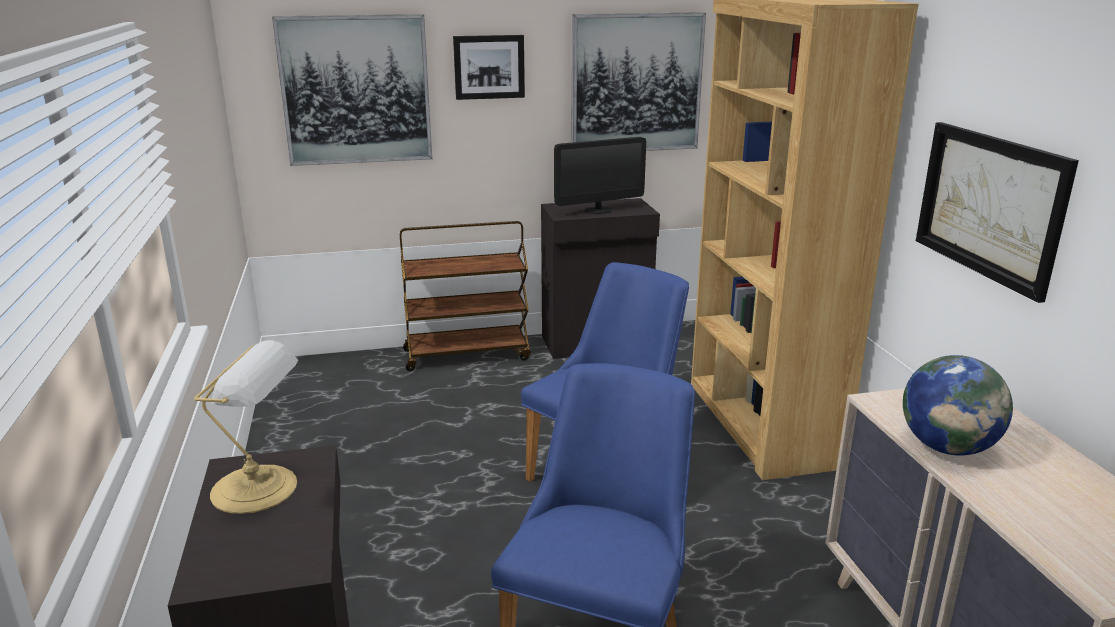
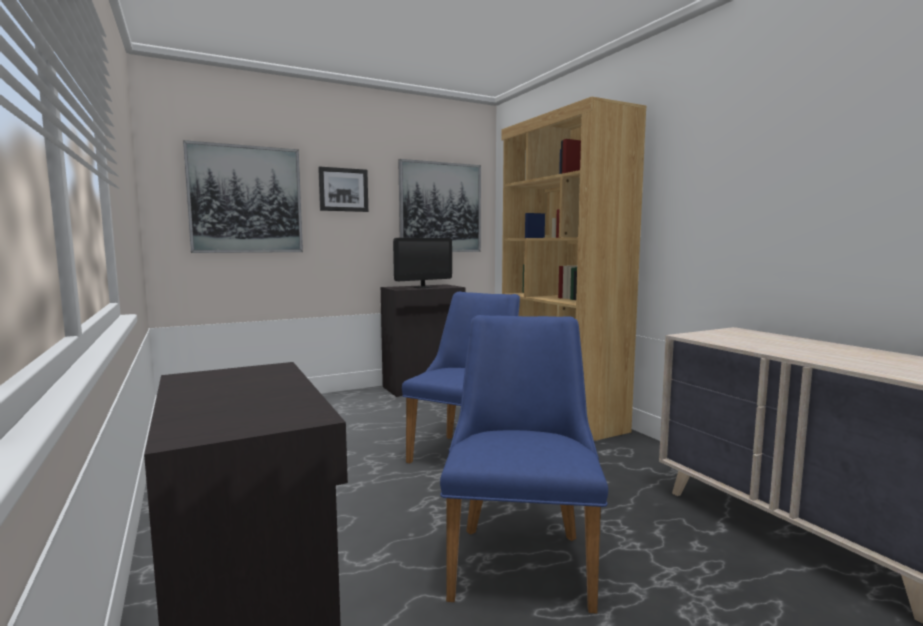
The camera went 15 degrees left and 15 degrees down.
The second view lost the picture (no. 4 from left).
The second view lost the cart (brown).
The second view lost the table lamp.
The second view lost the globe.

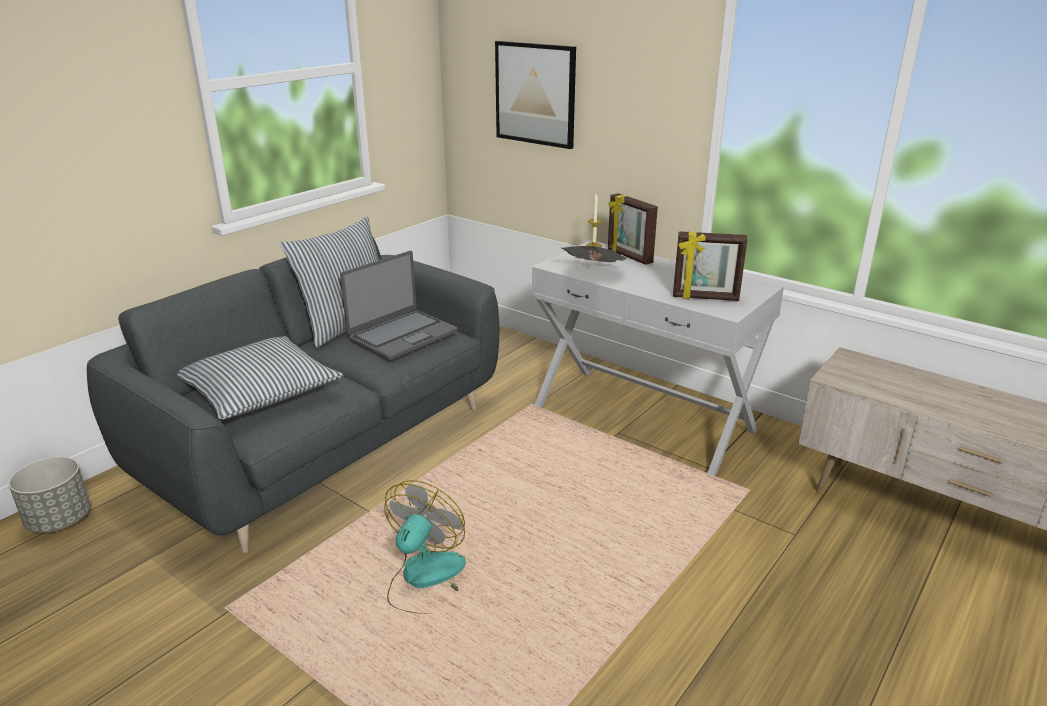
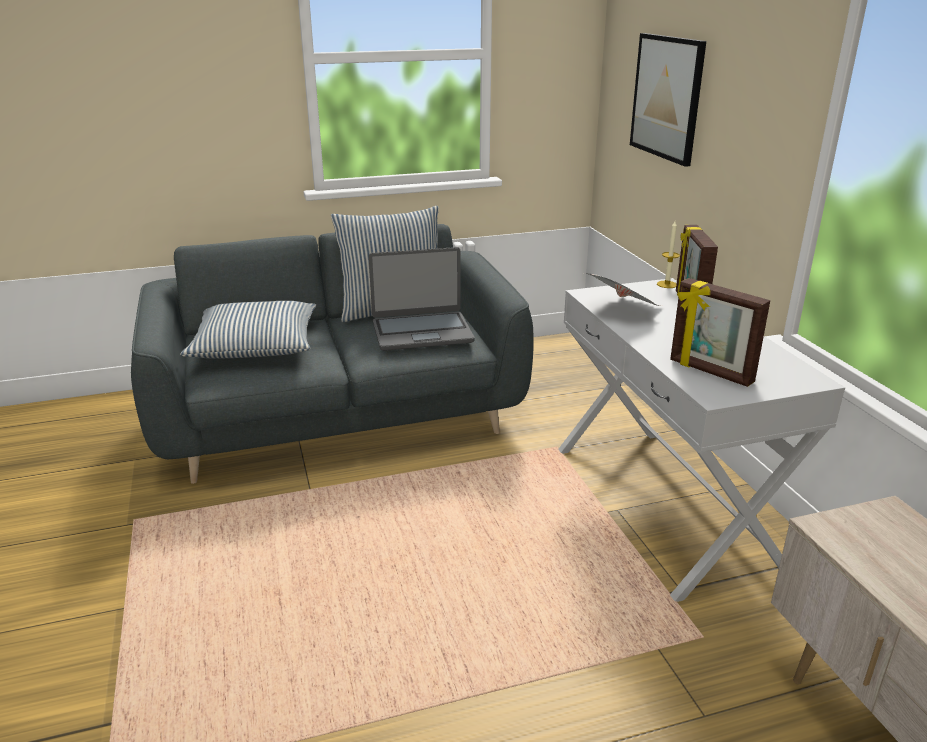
The camera went 35 degrees right and 0 degrees up.
The second view lost the planter (grey).
The second view lost the fan.

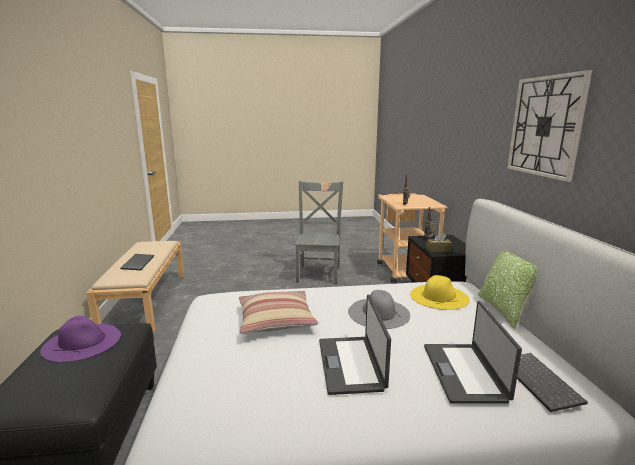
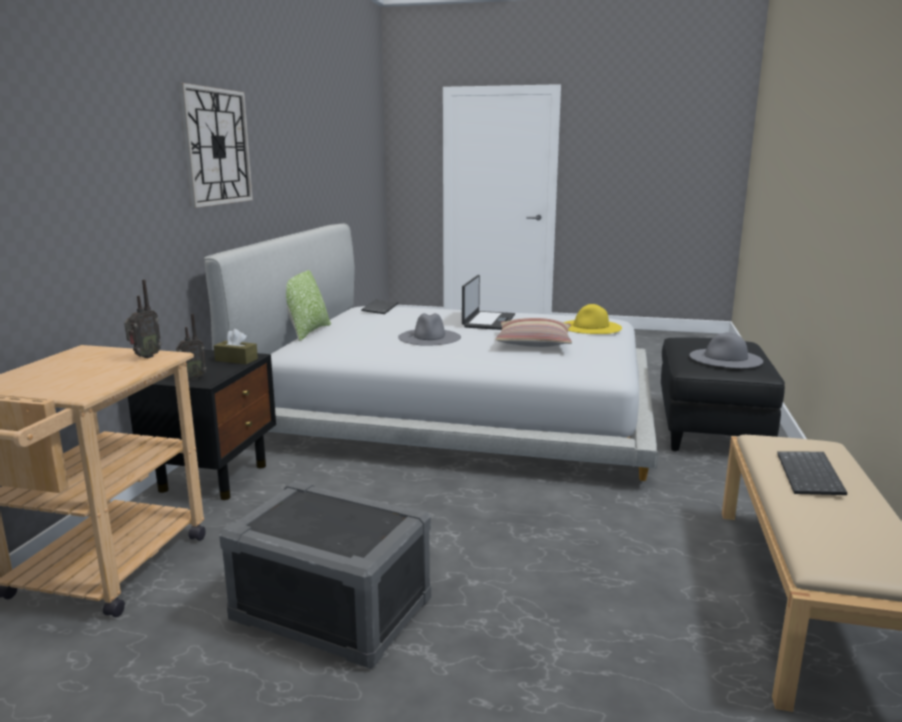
The camera went 160 degrees left and 0 degrees up.
Where the chair (grey) stood, the storage box (grey) came to stand.
The hat (yellow) ended up elsewhere.
The second view lost the laptop (no. 2 from left).
What was the hat (purple) turned into the hat (grey) (no. 2 from left).

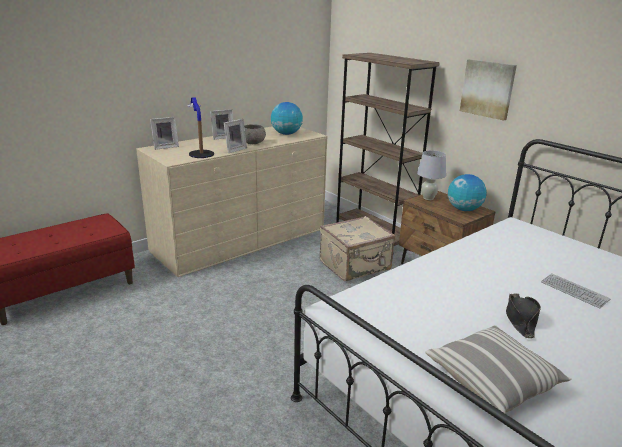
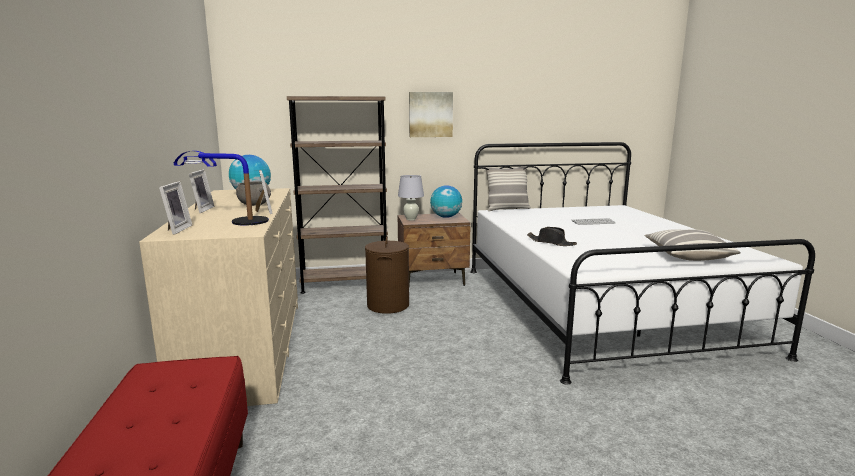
The camera went 60 degrees left and 10 degrees down.
Where the suitcase (beige) stood, the laundry basket (brown) came to stand.
The hat (black) ended up elsewhere.
The second view gained the pillow (no. 1 from left).

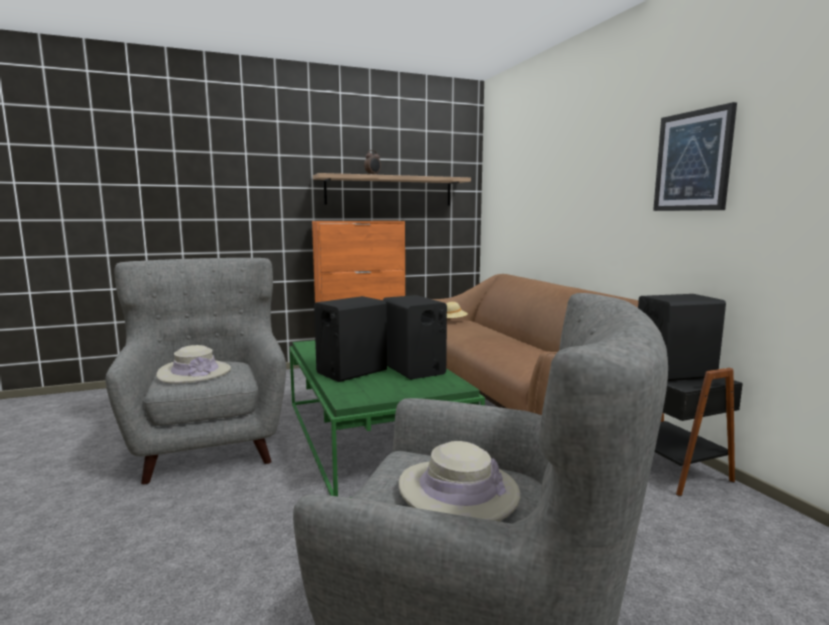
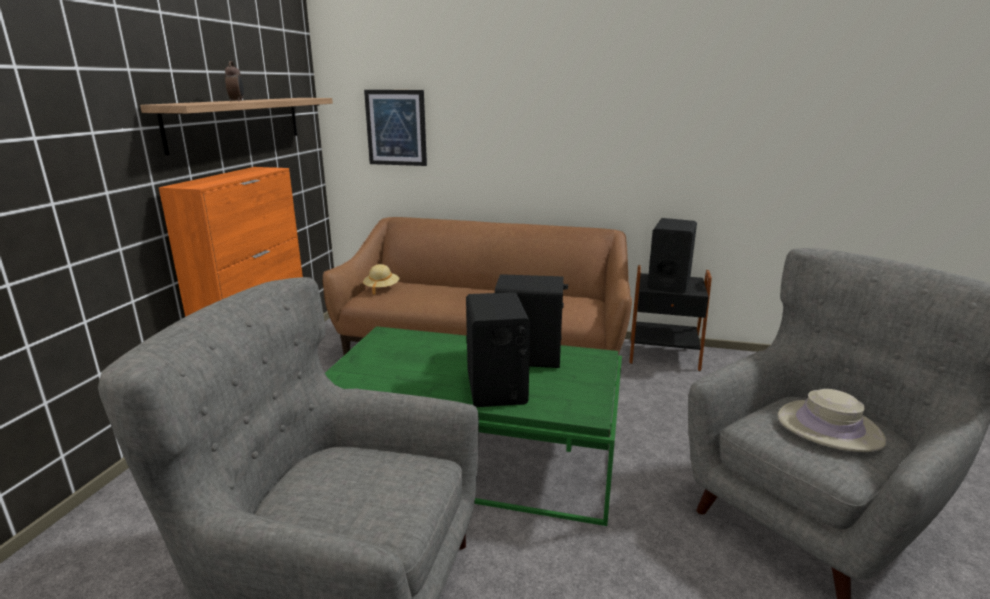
The camera went 55 degrees left and 10 degrees up.
The picture ended up elsewhere.
The second view lost the hat (beige) (no. 1 from left).

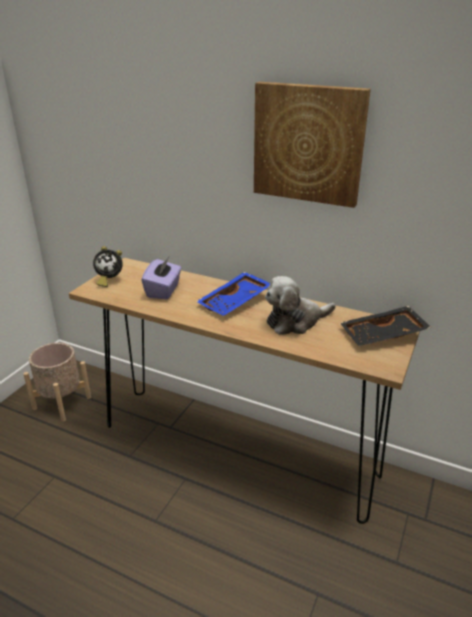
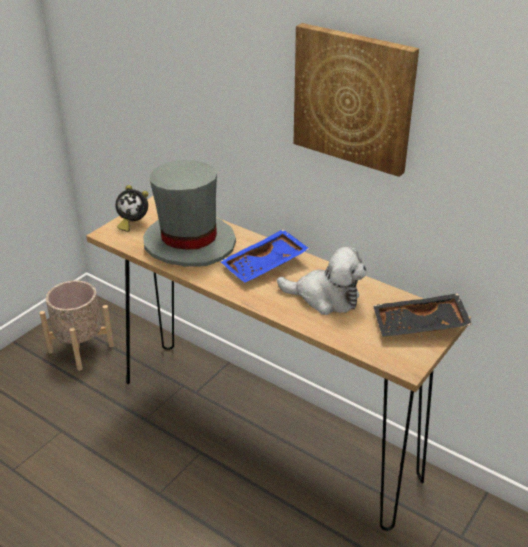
The camera went 10 degrees right and 5 degrees up.
Where the tissue box (purple) stood, the hat (grey) came to stand.
The plush toy ended up facing another way, 150 degrees counterclockwise from before.

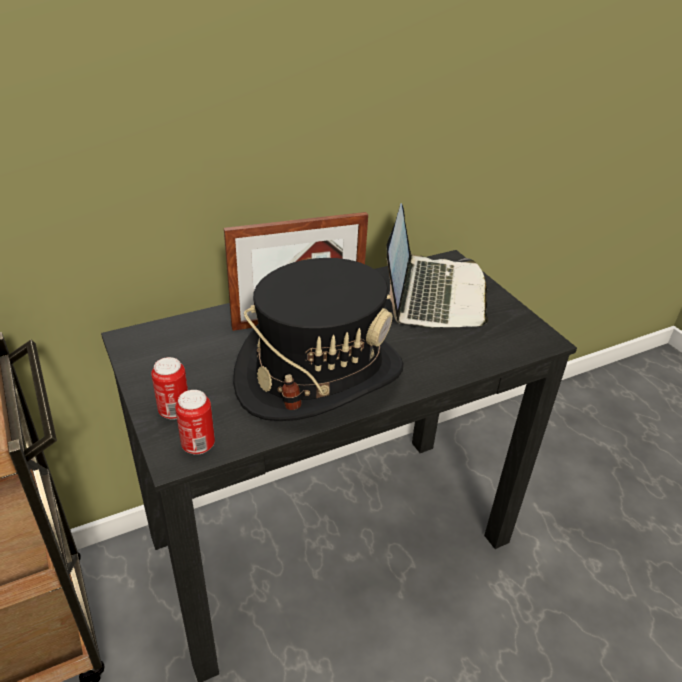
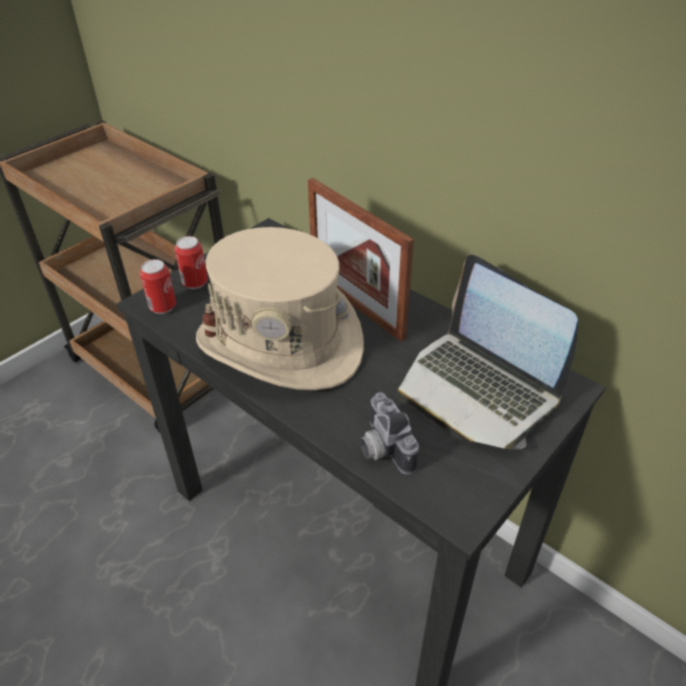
The camera went 70 degrees right and 5 degrees up.
The laptop ended up facing another way, 60 degrees clockwise from before.
What was the hat (black) turned into the hat (beige).
The second view gained the photo camera.

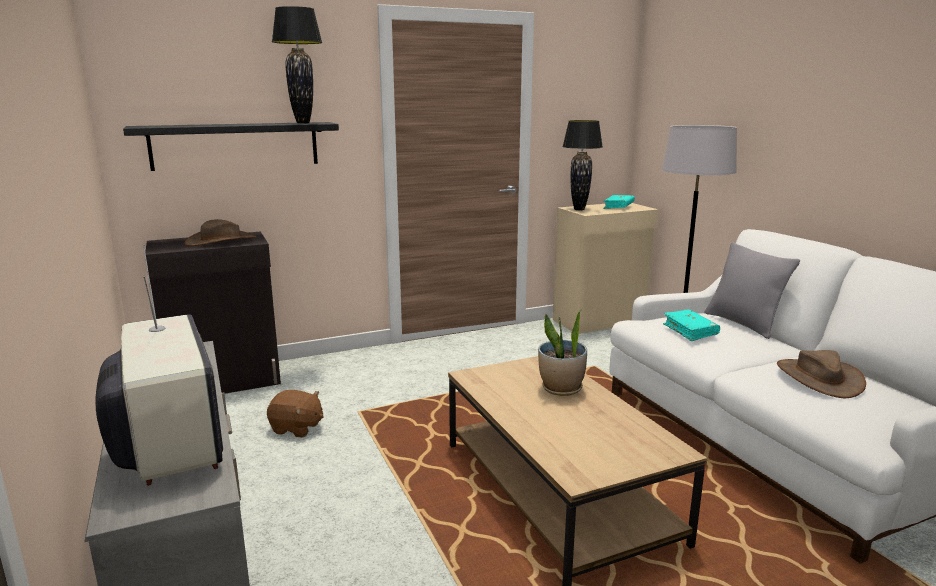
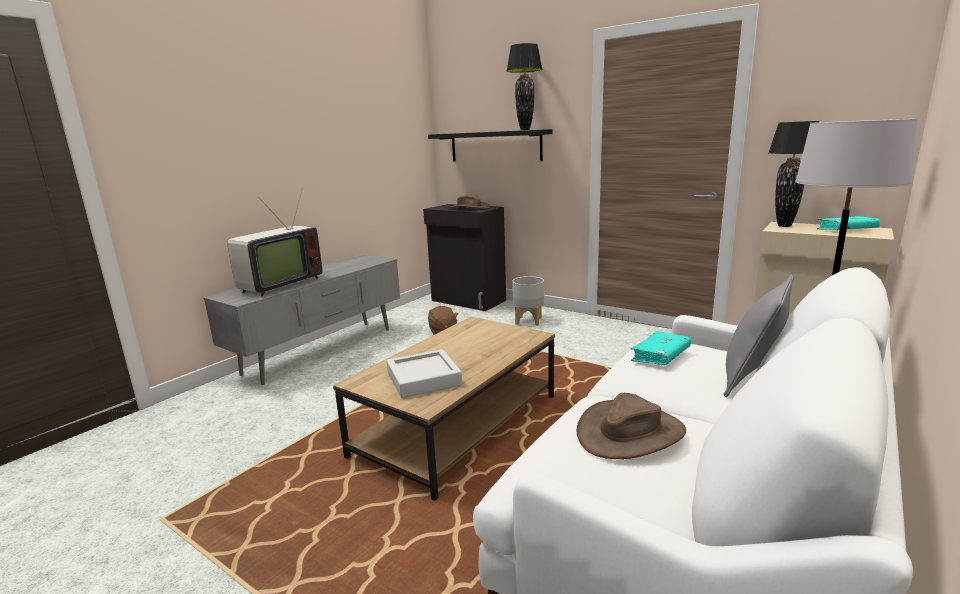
The camera went 60 degrees right and 0 degrees up.
The second view lost the potted plant.
The second view gained the planter (grey).
The second view gained the tray (grey).

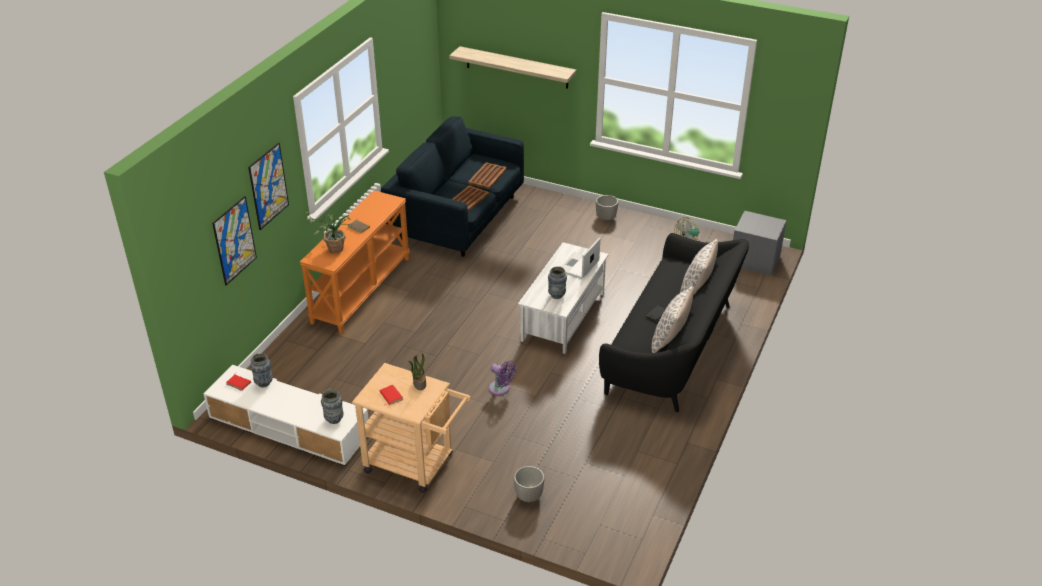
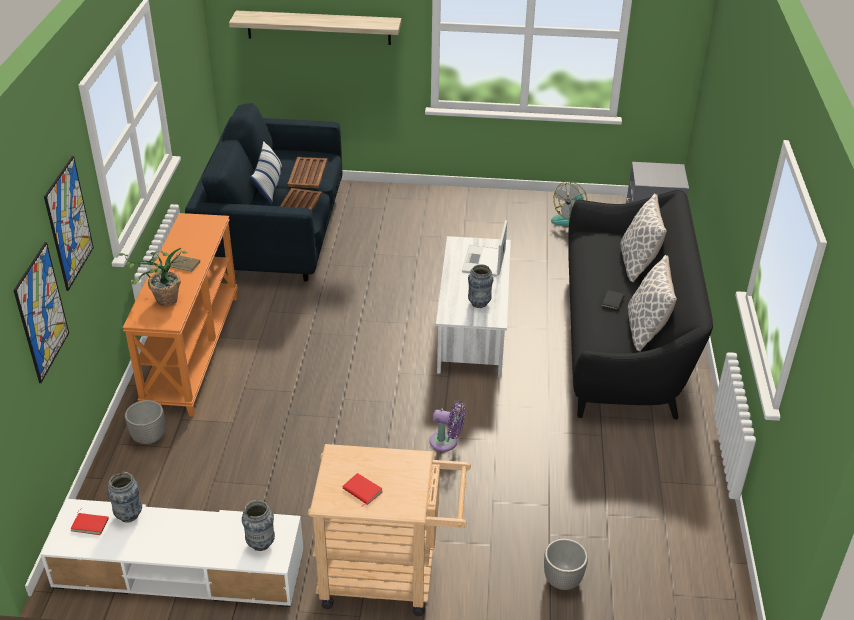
The camera went 20 degrees left and 0 degrees up.
The planter (no. 2 from left in the first image) ended up elsewhere.
The second view lost the potted plant (no. 2 from left).
The second view gained the pillow (no. 1 from left).

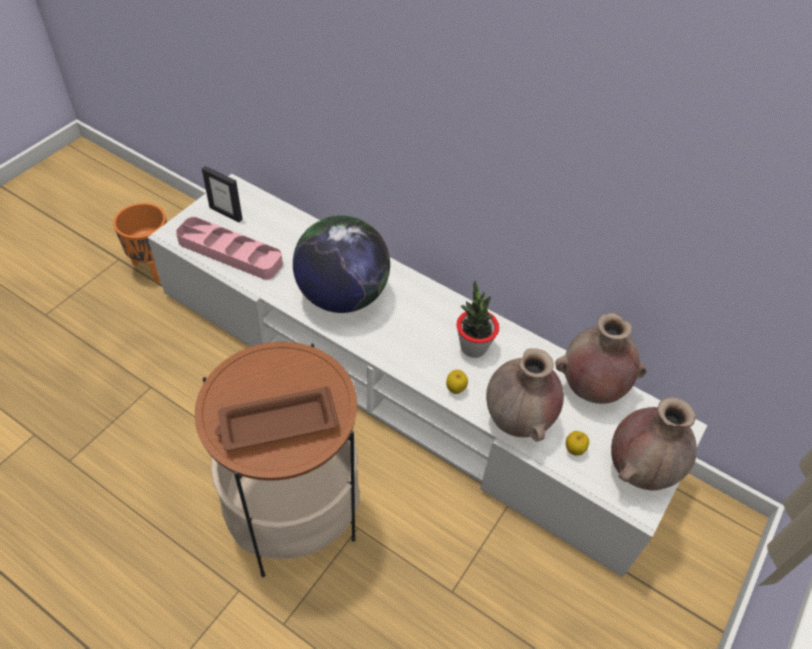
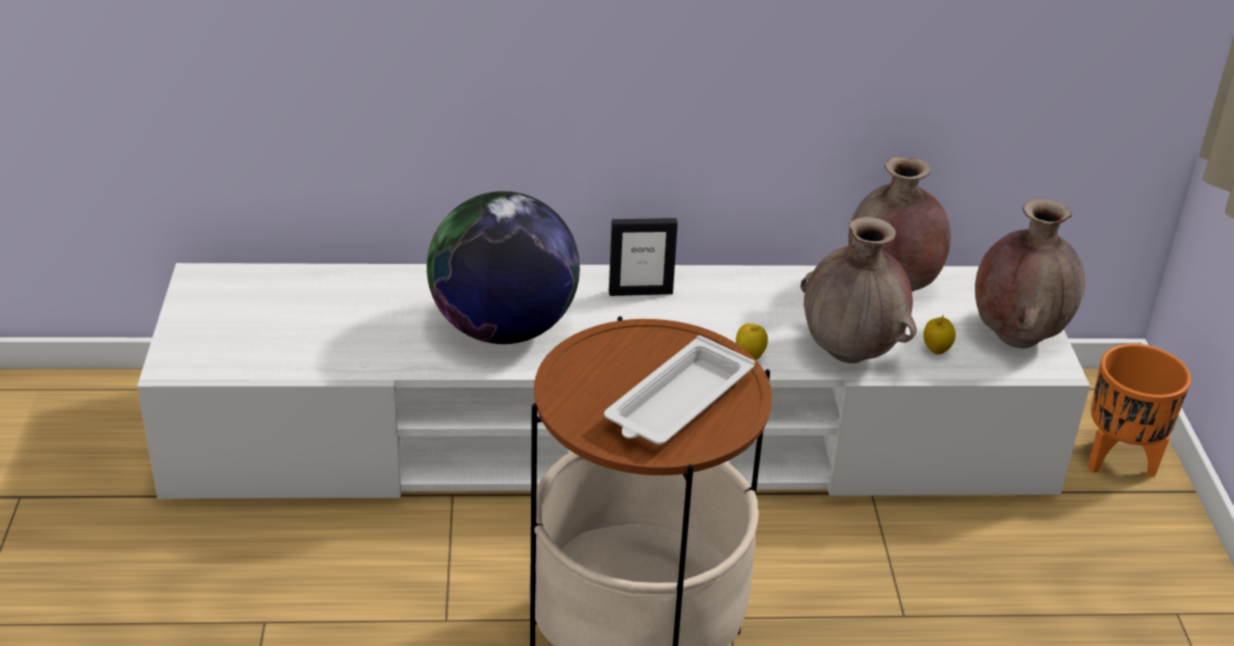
The camera went 35 degrees left and 15 degrees down.
The picture frame ended up elsewhere.
The planter (orange) ended up elsewhere.
The second view lost the tray (pink).
The second view lost the potted plant.
What was the tray (brown) turned into the tray (white).

